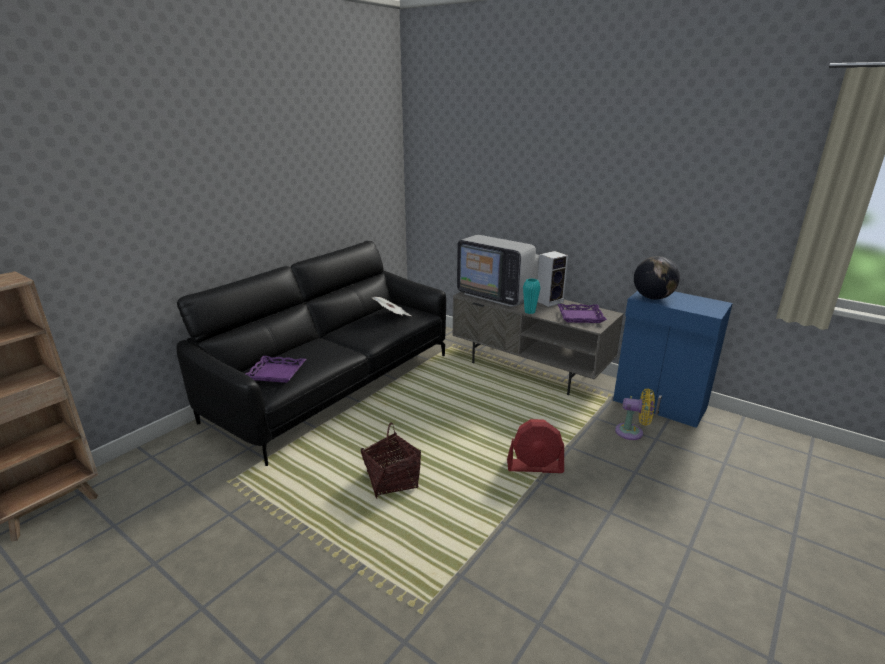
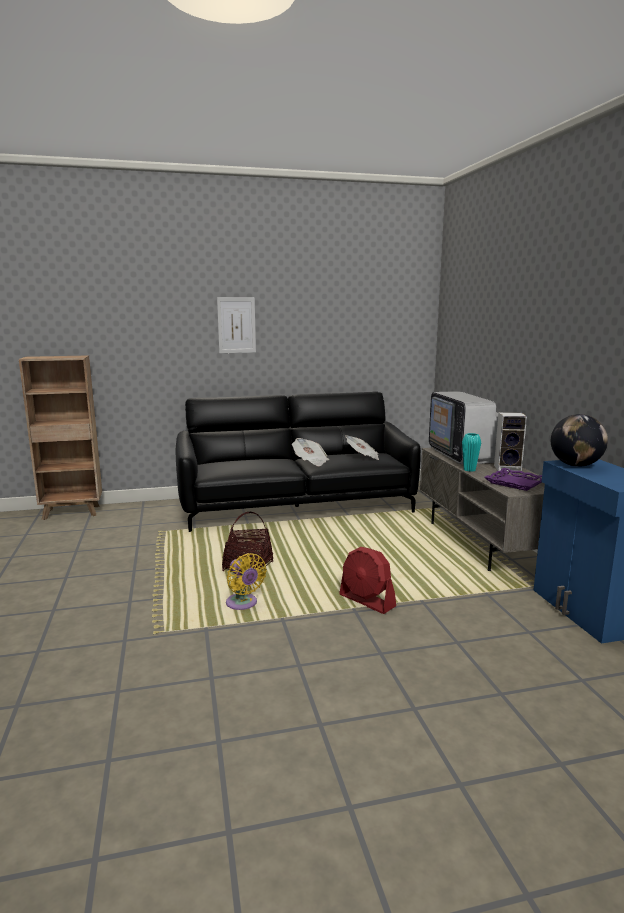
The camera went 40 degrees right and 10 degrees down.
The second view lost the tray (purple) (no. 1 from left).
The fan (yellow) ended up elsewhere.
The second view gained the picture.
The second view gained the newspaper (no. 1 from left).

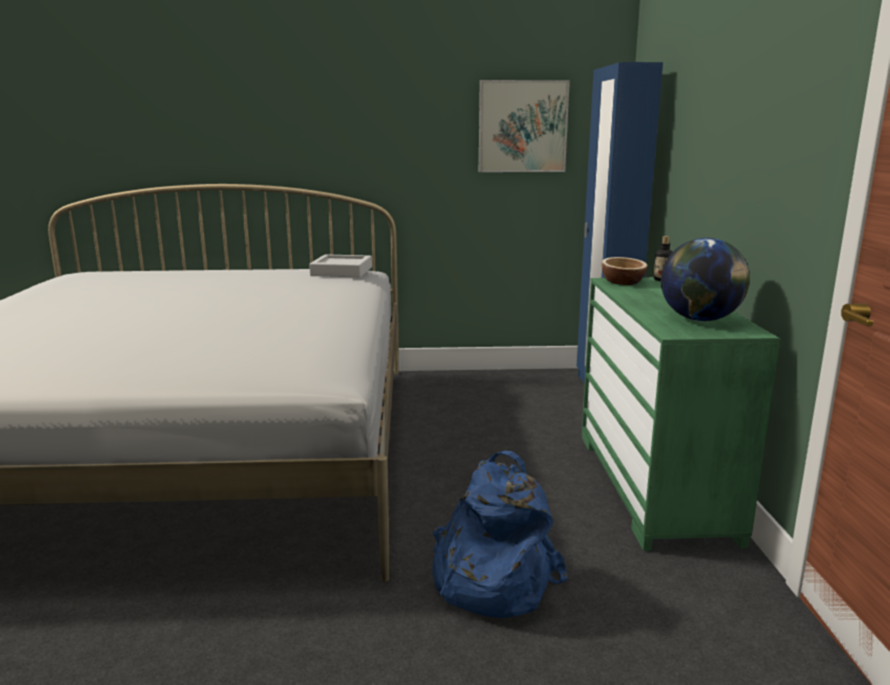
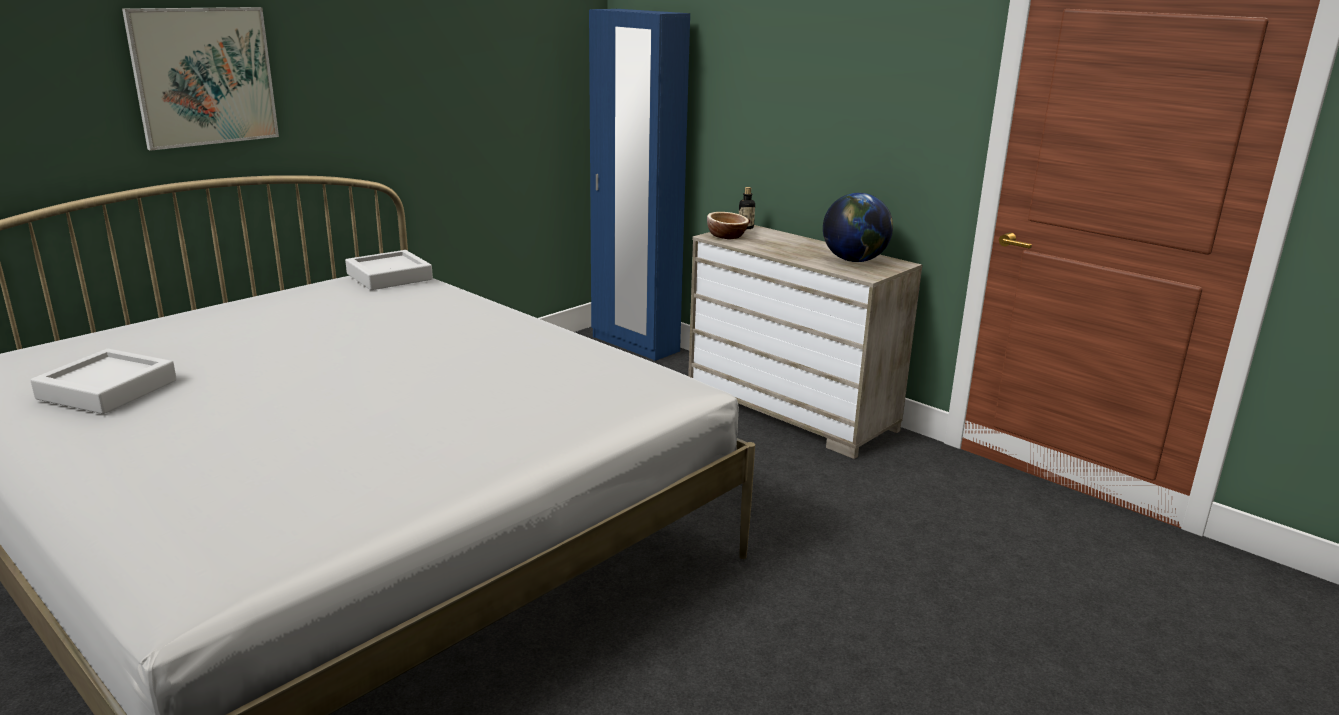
The camera went 45 degrees left and 5 degrees up.
The picture ended up elsewhere.
What was the dresser (green) turned into the dresser (beige).
The second view lost the backpack (blue).
The second view gained the tray (grey) (no. 1 from left).

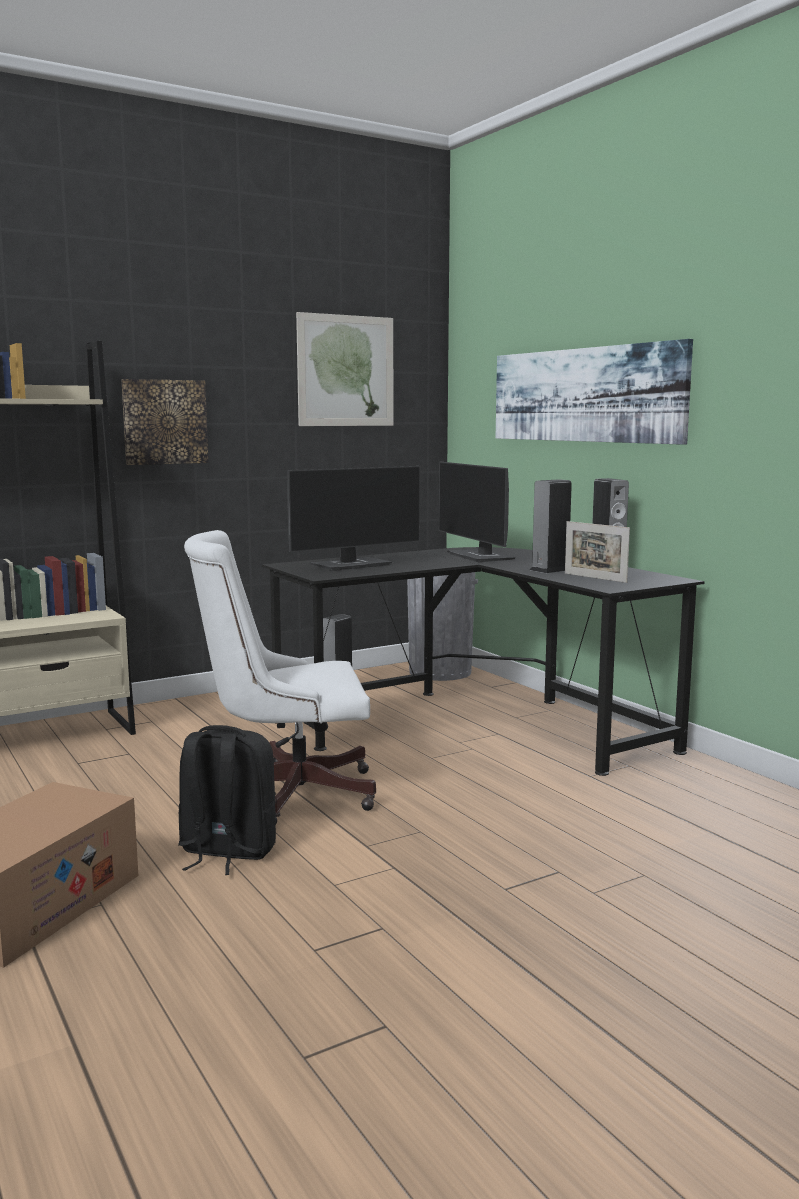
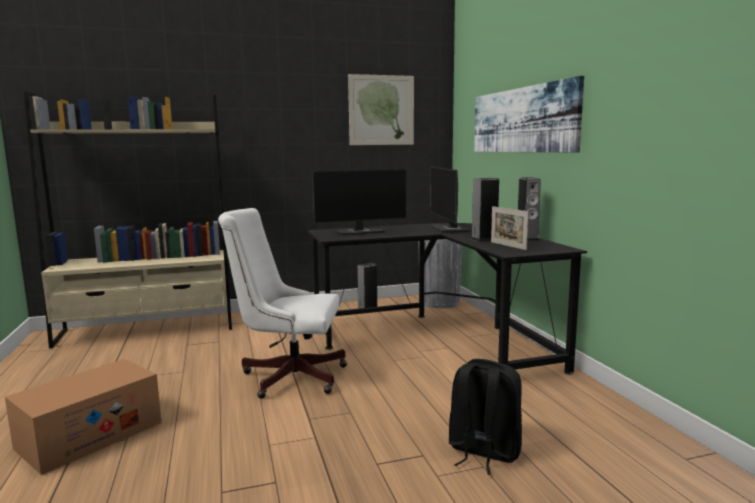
The camera went 15 degrees right and 0 degrees up.
The second view lost the picture (no. 1 from left).
The backpack (black) ended up elsewhere.

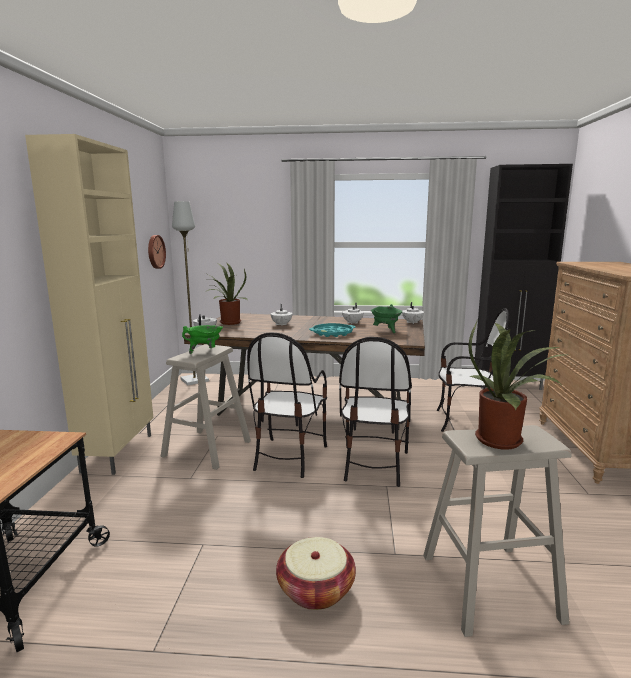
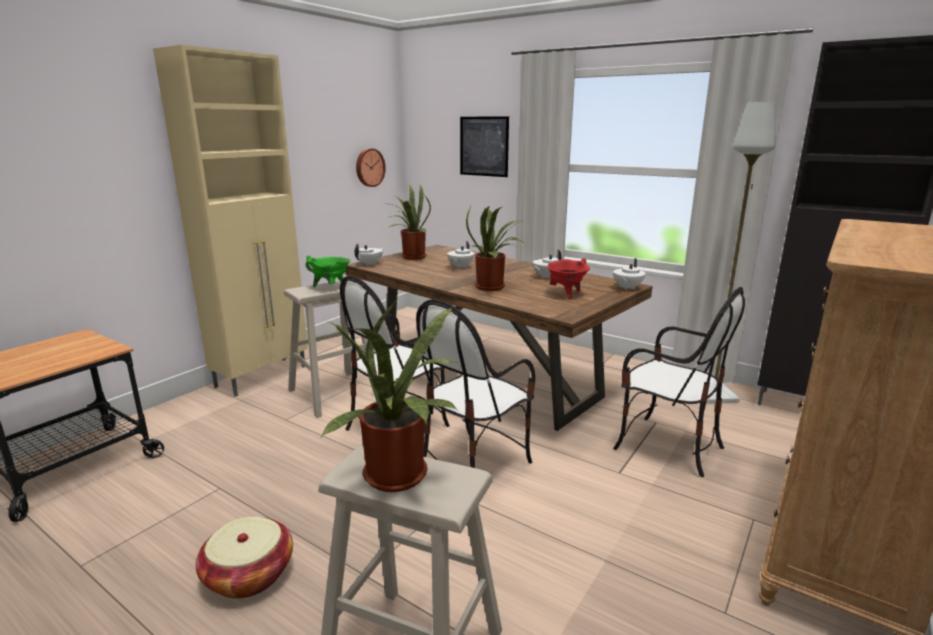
The camera went 30 degrees right and 5 degrees up.
The floor lamp (grey) ended up elsewhere.
What was the cooking pot (green) (no. 2 from left) turned into the cooking pot (red).
Where the tray (turquoise) stood, the potted plant (no. 3 from left) came to stand.
The second view gained the picture.

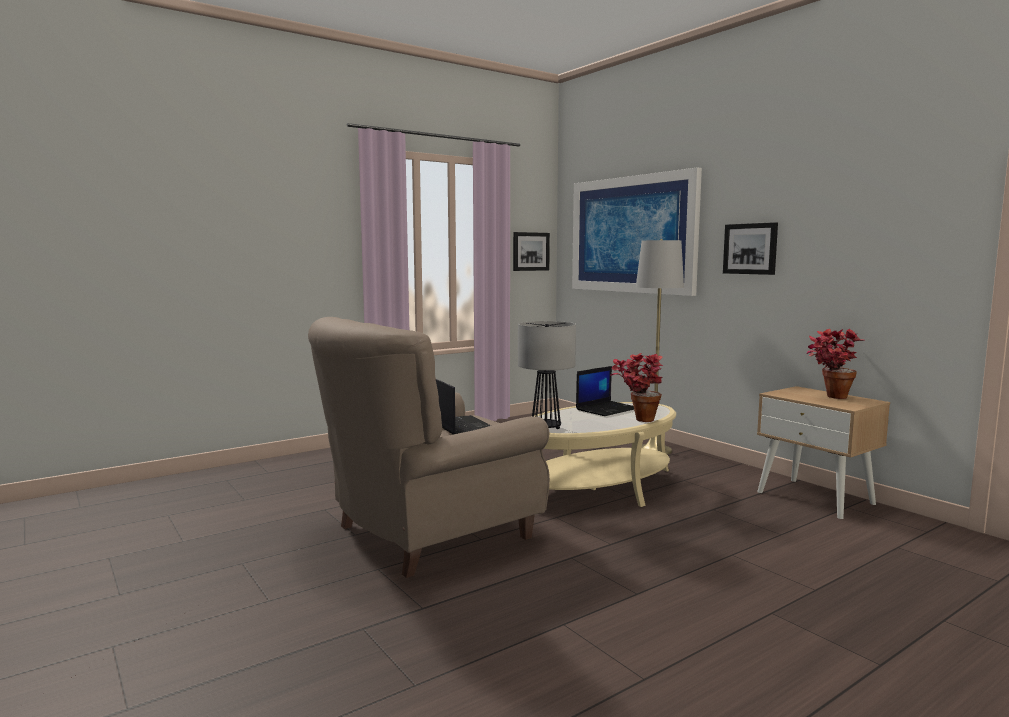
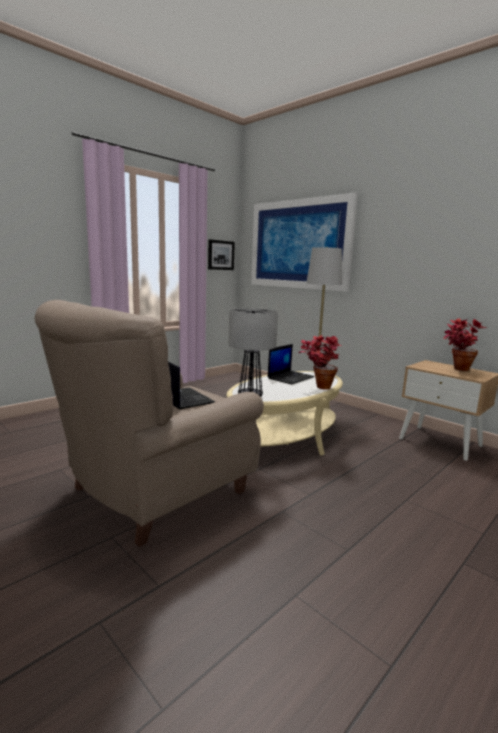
The camera went 10 degrees left and 5 degrees up.
The second view lost the picture (no. 3 from left).

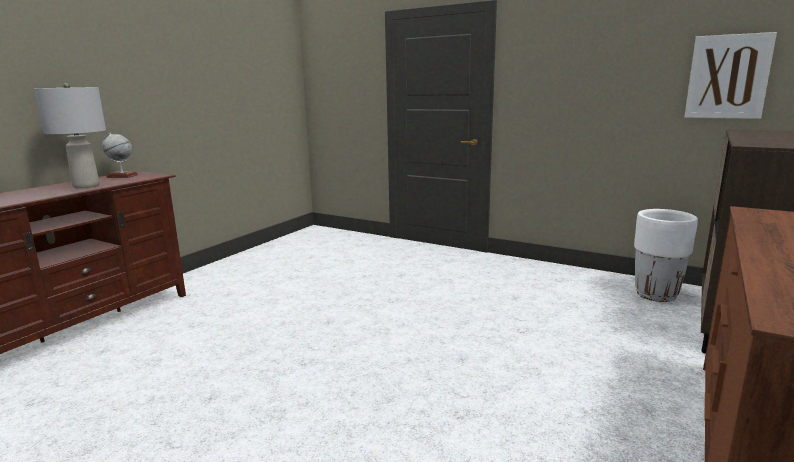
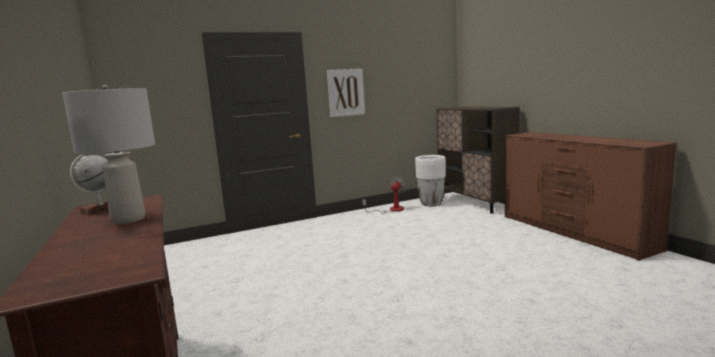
The camera went 55 degrees left and 5 degrees down.
The picture ended up elsewhere.
The second view gained the fan.

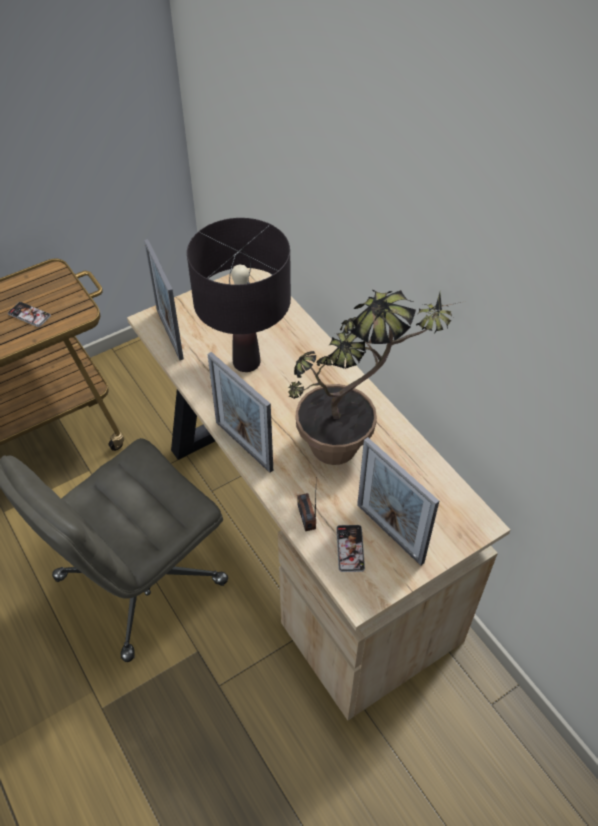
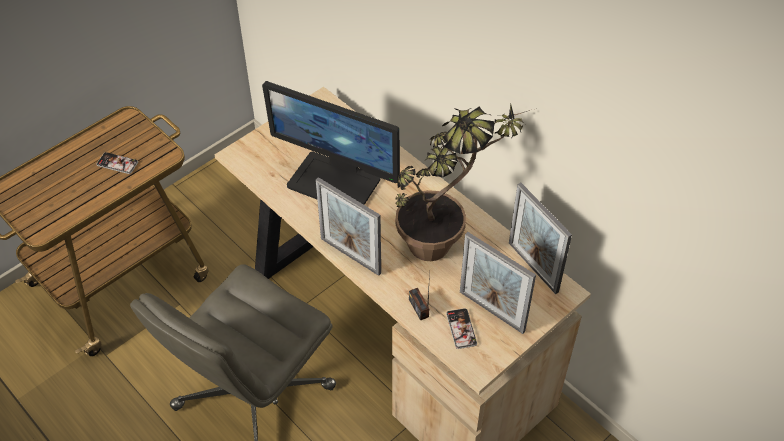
The camera went 10 degrees left and 0 degrees up.
Where the table lamp (black) stood, the monitor came to stand.
The picture frame (no. 1 from left in the first image) ended up elsewhere.

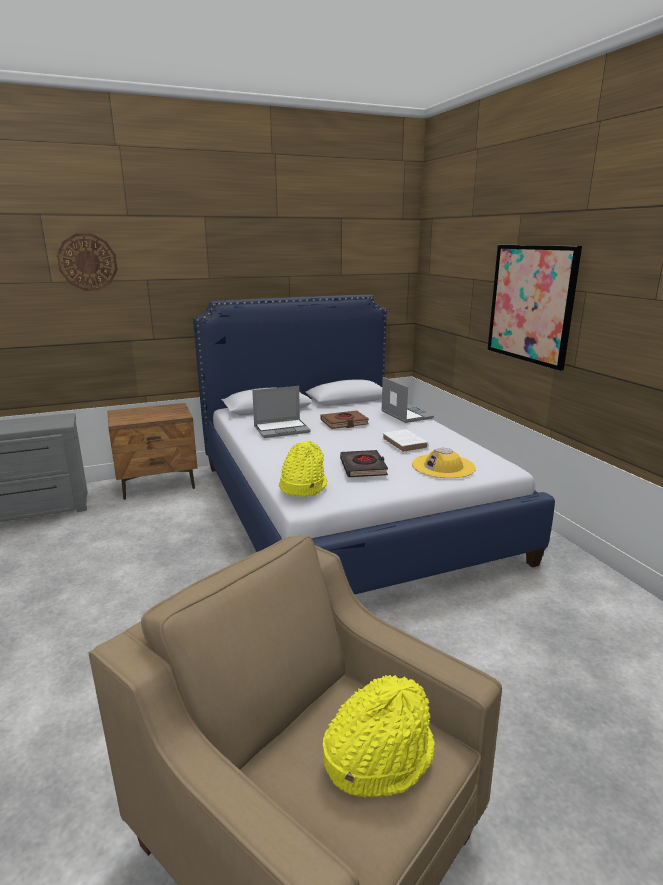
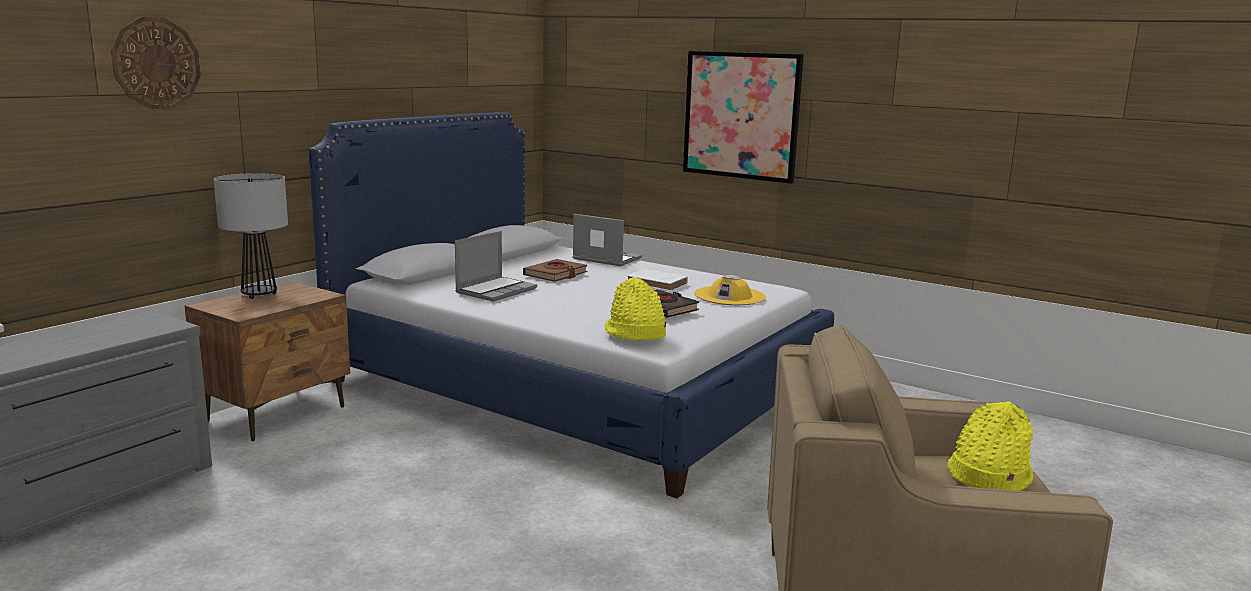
The camera went 35 degrees left and 5 degrees down.
The second view gained the table lamp.

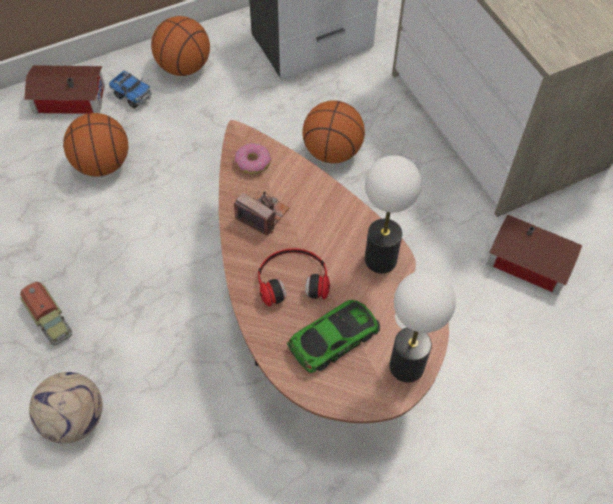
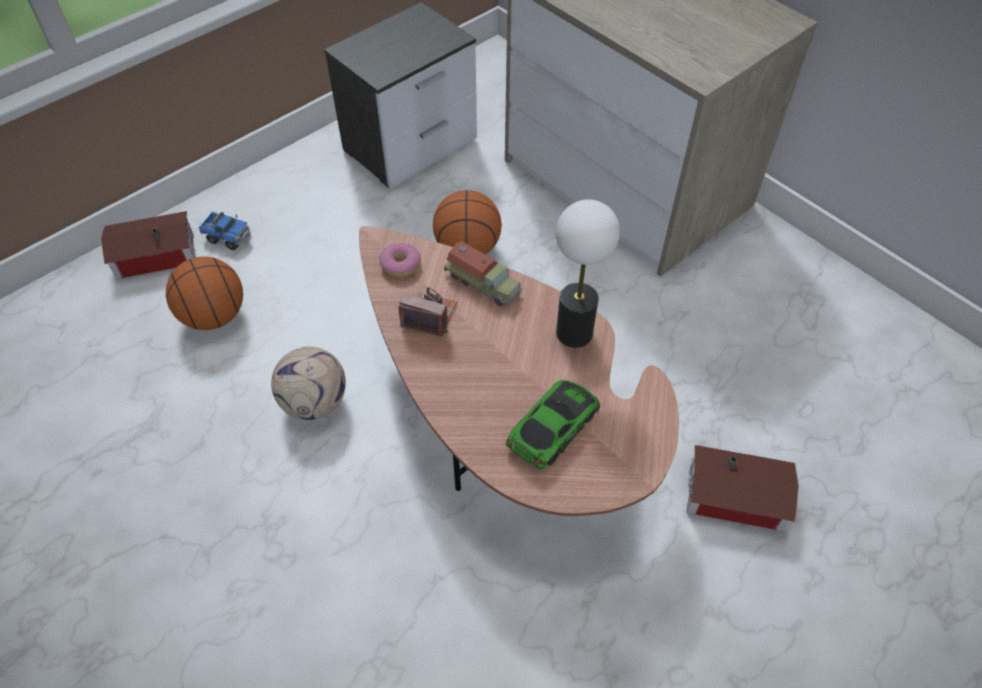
The camera went 15 degrees left and 5 degrees down.
The second view lost the basketball (no. 2 from left).
The toy house (no. 2 from left) ended up elsewhere.
The second view lost the headphones.
The second view lost the table lamp (no. 2 from left).
The toy truck (no. 1 from left in the first image) ended up elsewhere.
The football ended up elsewhere.

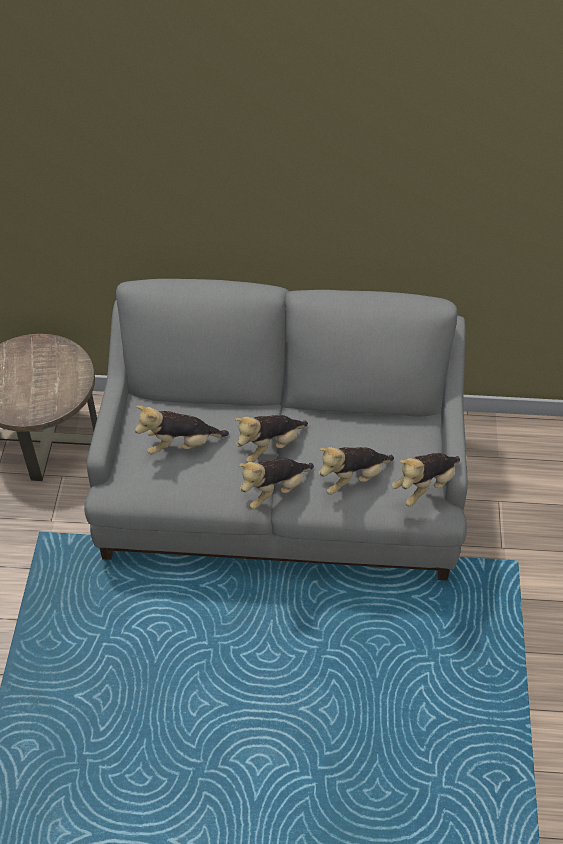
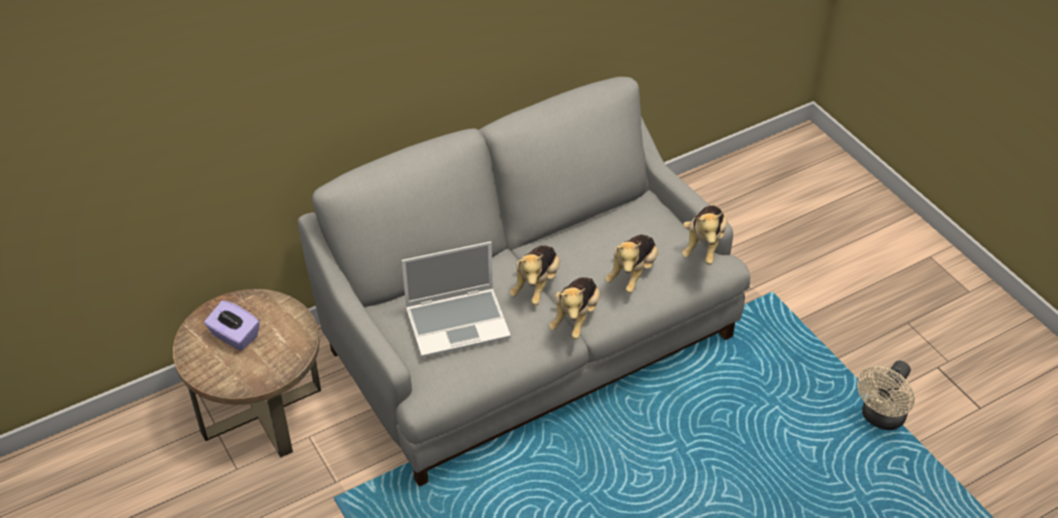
The camera went 35 degrees left and 5 degrees down.
Where the plush toy (no. 1 from left) stood, the laptop came to stand.
The second view gained the tissue box (purple).
The second view gained the fan (beige).

